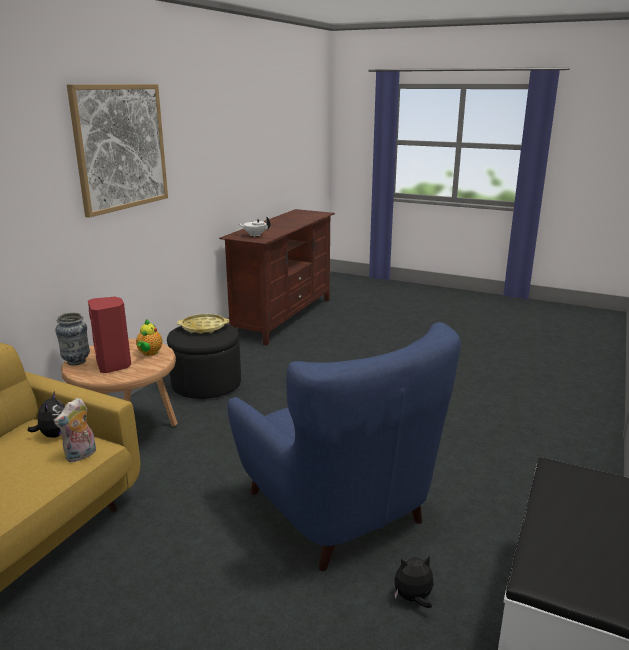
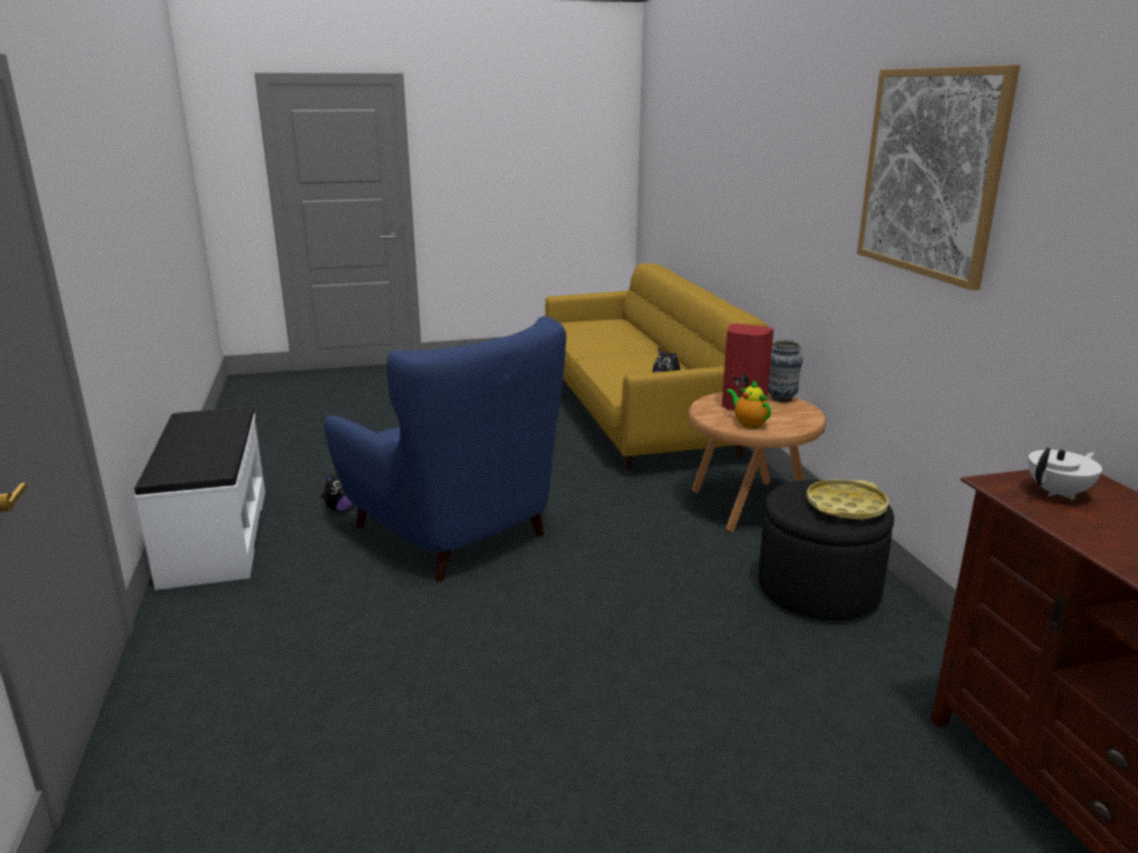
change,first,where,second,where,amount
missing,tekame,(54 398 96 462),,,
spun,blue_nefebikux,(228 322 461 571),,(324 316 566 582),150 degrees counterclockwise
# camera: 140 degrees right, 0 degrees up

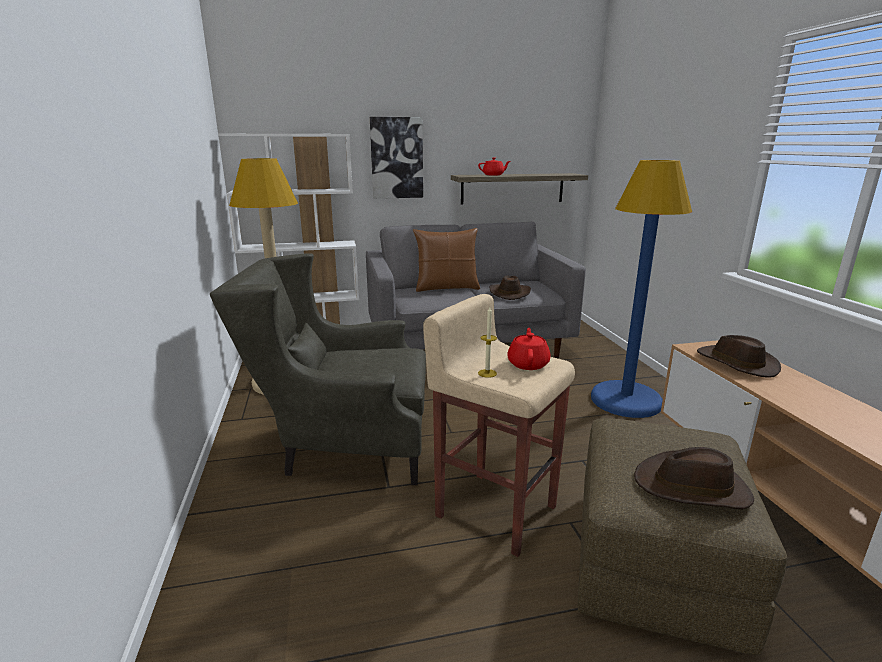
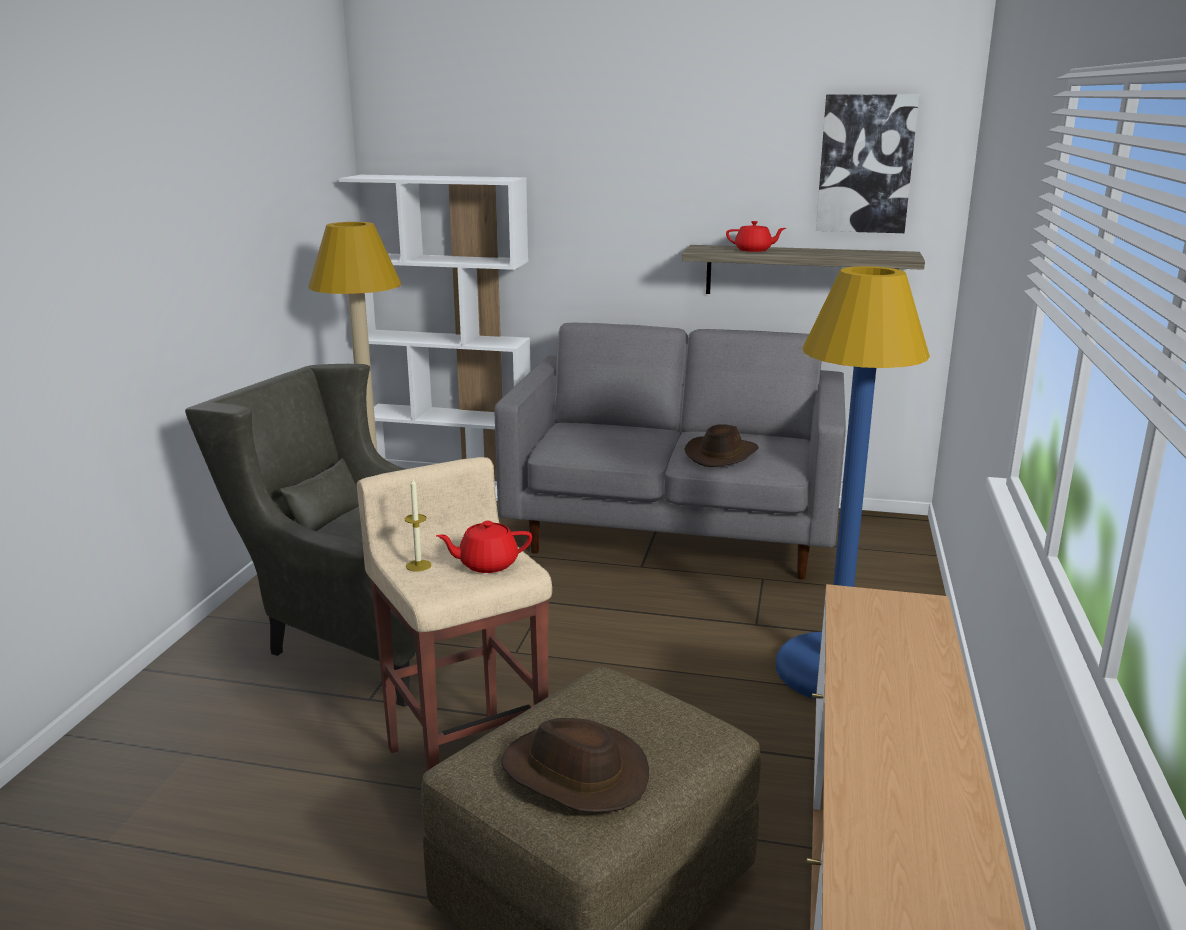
change,first,where,second,where,amount
relocated,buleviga,(370 117 423 199),,(816 94 919 233),
missing,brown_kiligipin,(413 228 480 292),,,
spun,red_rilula,(507 328 550 370),,(436 521 532 573),135 degrees counterclockwise
missing,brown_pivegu,(697 335 781 378),,,
# camera: 25 degrees right, 0 degrees up

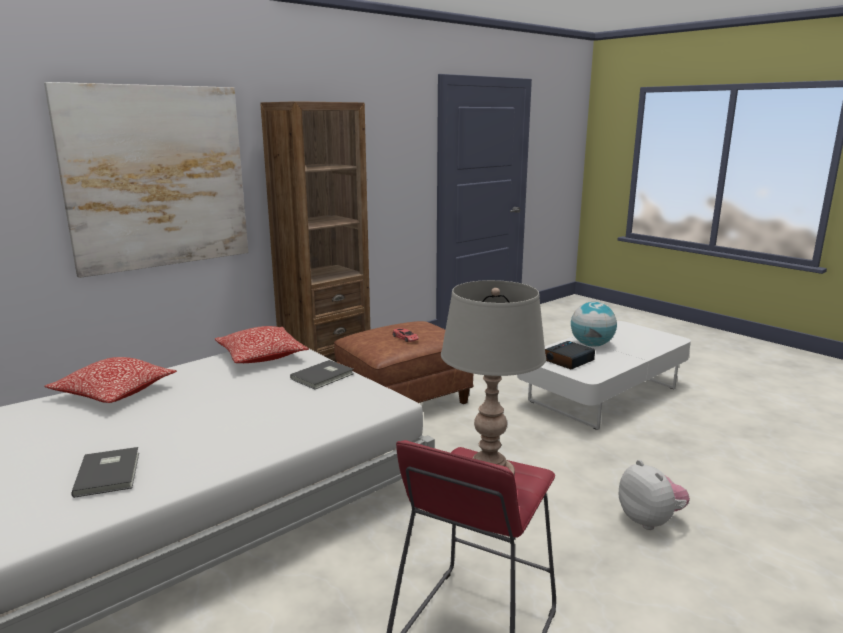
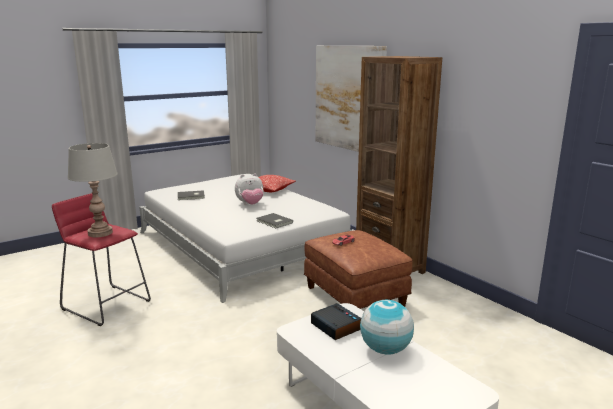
change,first,where,second,where,amount
missing,kiligipin,(215 326 309 363),,,
relocated,tekame,(619 460 690 530),,(235 174 264 204),
# camera: 95 degrees right, 0 degrees up

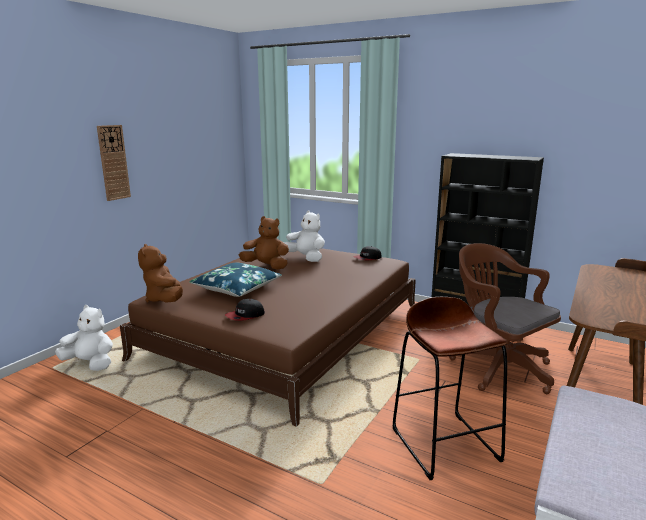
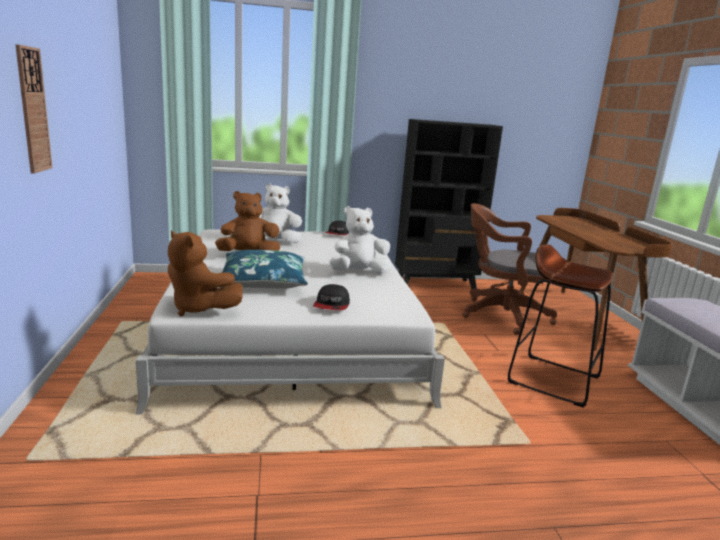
change,first,where,second,where,amount
relocated,white_tekame,(55 305 113 371),,(330 206 391 273),
colour,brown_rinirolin,(120 248 416 427),white_rinirolin,(135 229 445 415),
# camera: 40 degrees left, 0 degrees up

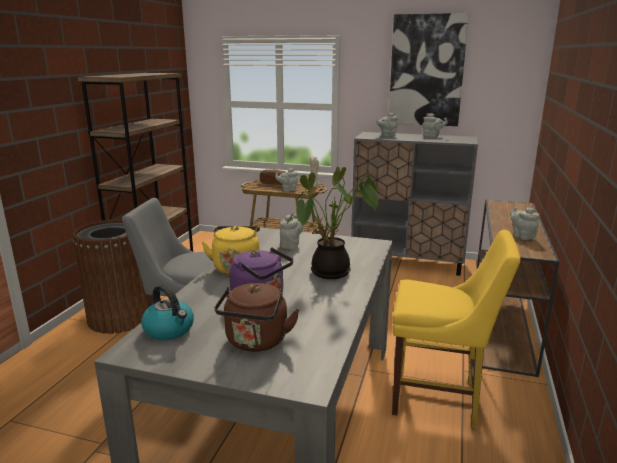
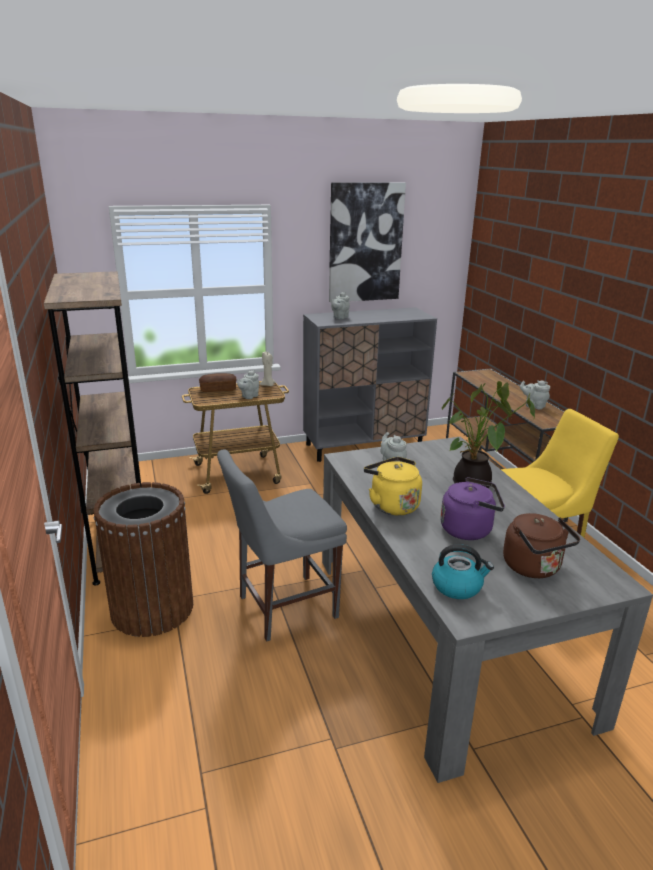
change,first,where,second,where,amount
missing,grey_rilula,(422 113 448 137),,,
# camera: 35 degrees left, 5 degrees up

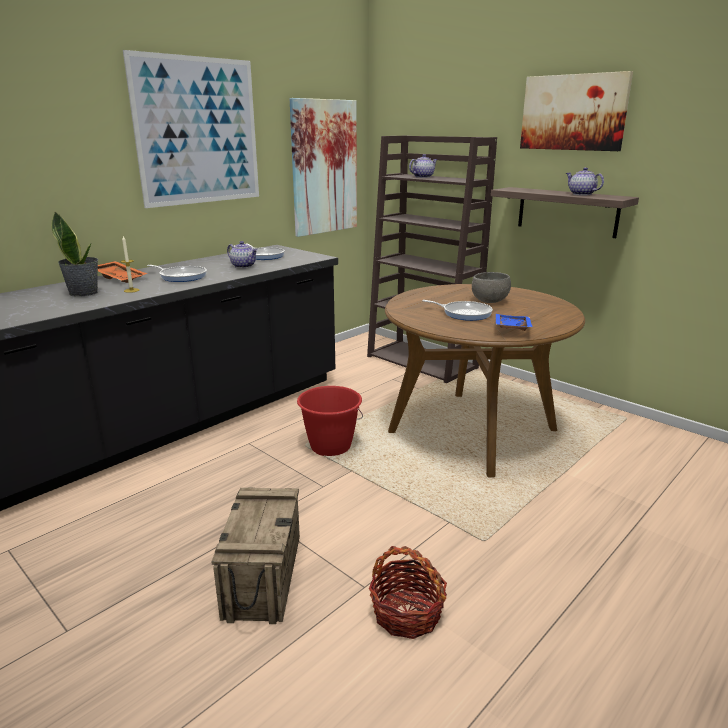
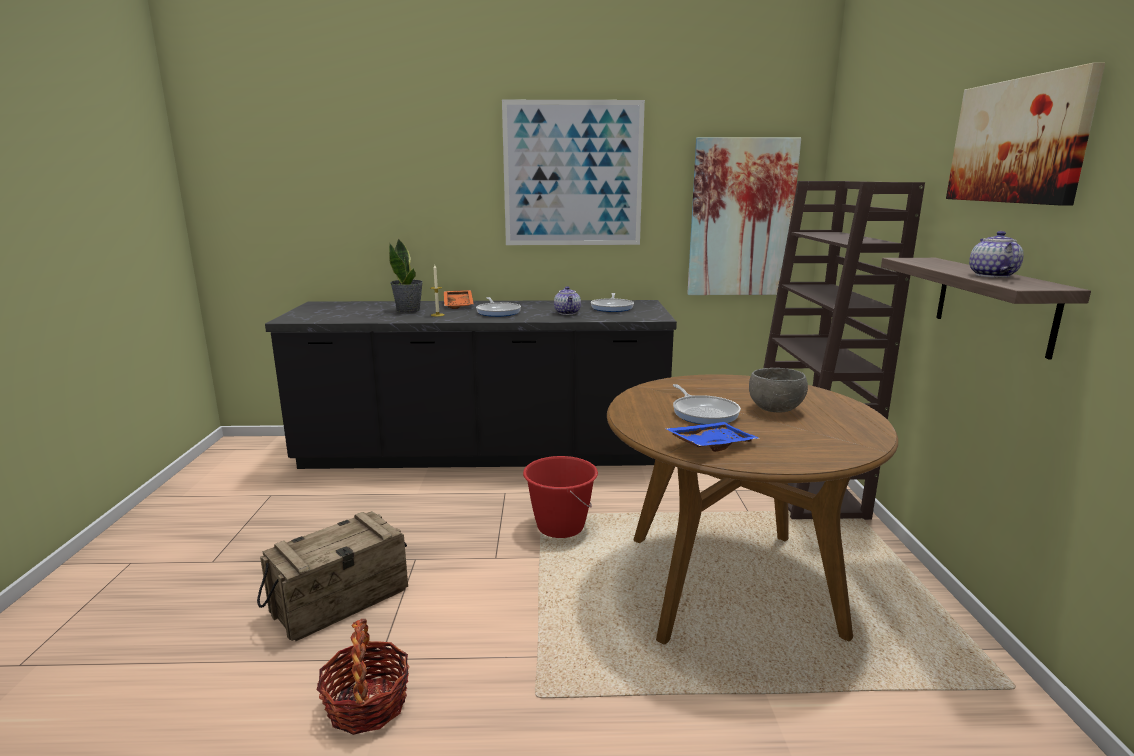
change,first,where,second,where,amount
missing,rilula,(409 154 437 178),,,
# camera: 45 degrees right, 5 degrees down

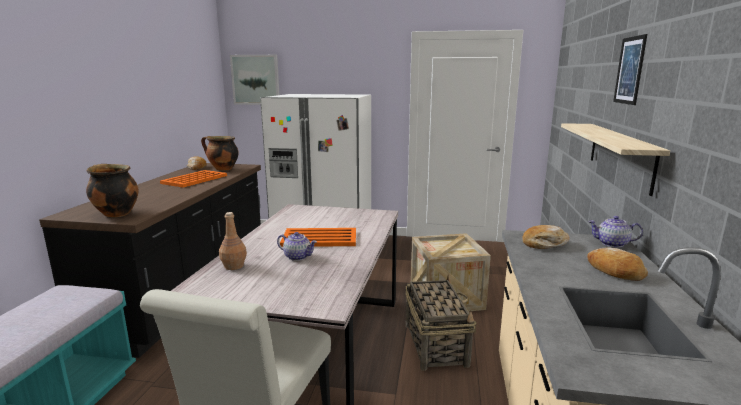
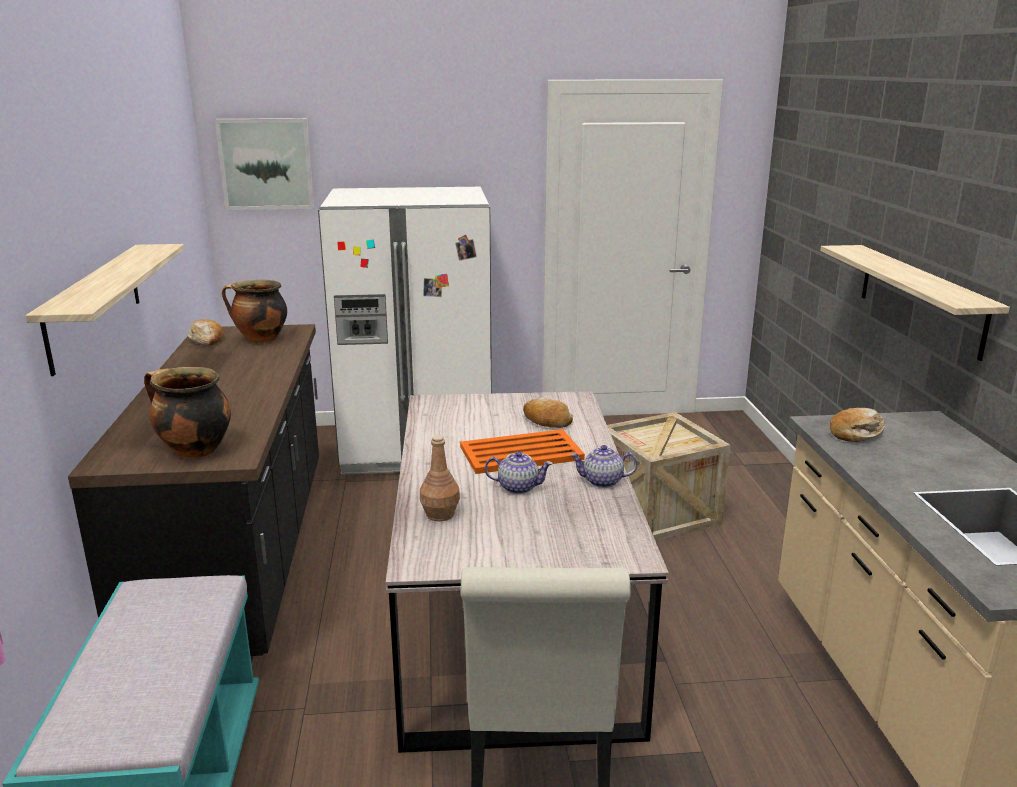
change,first,where,second,where,amount
missing,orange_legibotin,(160 170 227 188),,,
missing,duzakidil,(405 275 476 371),,,
relocated,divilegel,(587 247 648 281),,(523 397 573 428),
relocated,rilula,(588 216 643 248),,(570 445 638 488),
missing,buleviga,(613 34 647 105),,,
appeared,,,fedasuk,(25 244 184 376),
# camera: 15 degrees left, 5 degrees up

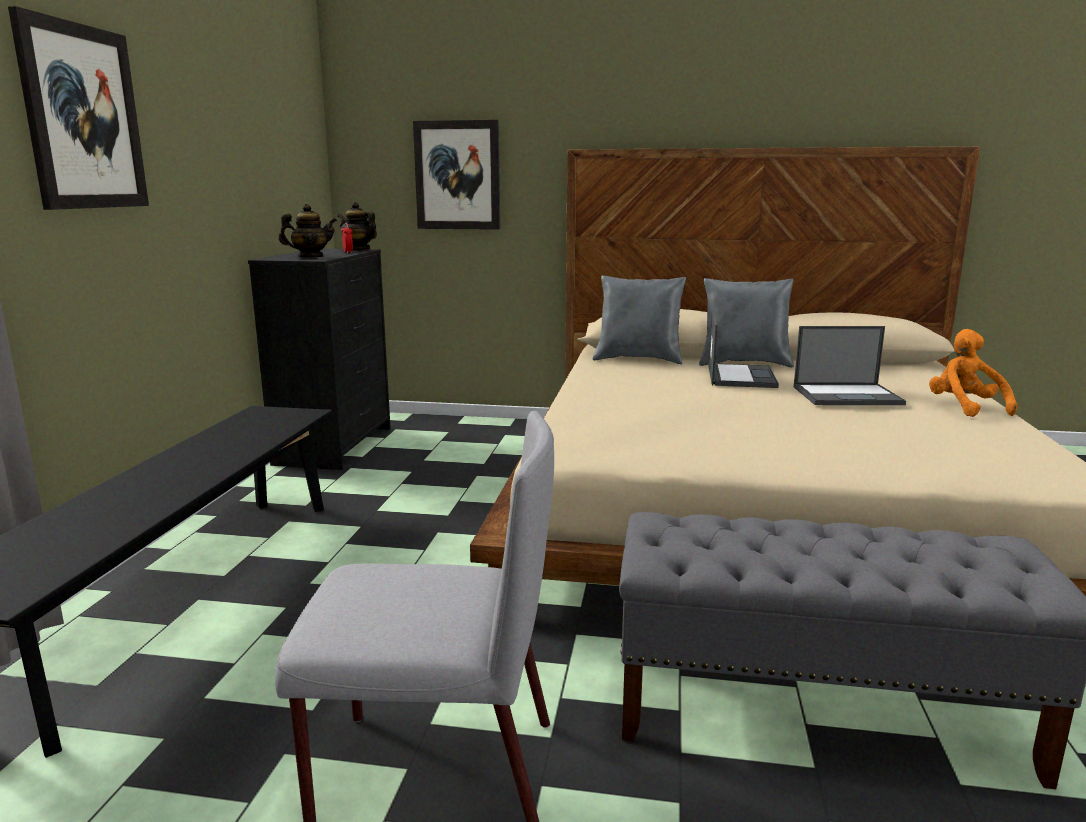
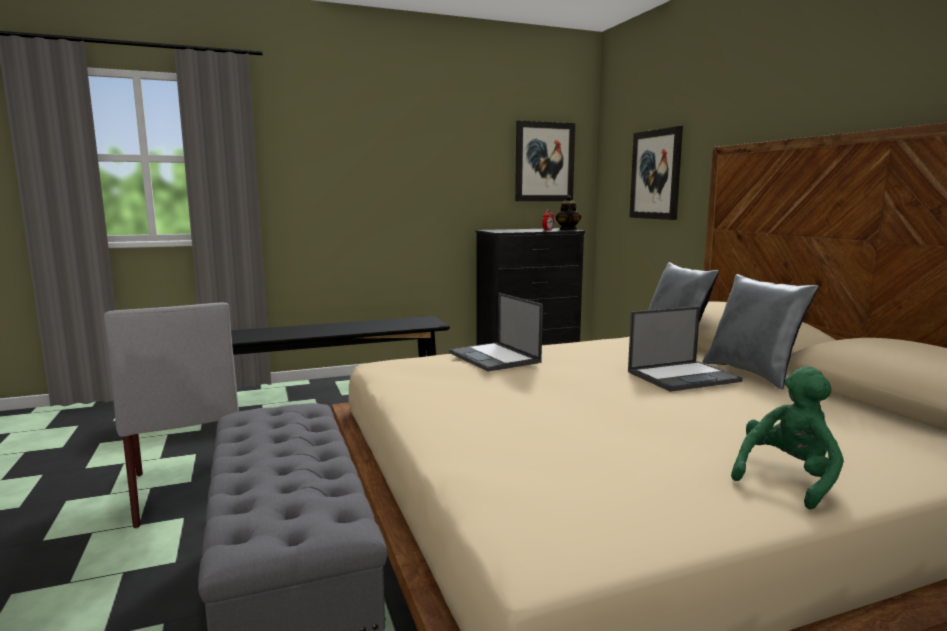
change,first,where,second,where,amount
relocated,buleviga,(8 6 149 210),,(515 120 575 201),
missing,rilula,(278 204 337 257),,,
relocated,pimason,(794 326 906 405),,(449 293 543 372),
colour,orange_tekame,(929 329 1018 417),green_tekame,(731 366 844 509),
# camera: 60 degrees right, 5 degrees down

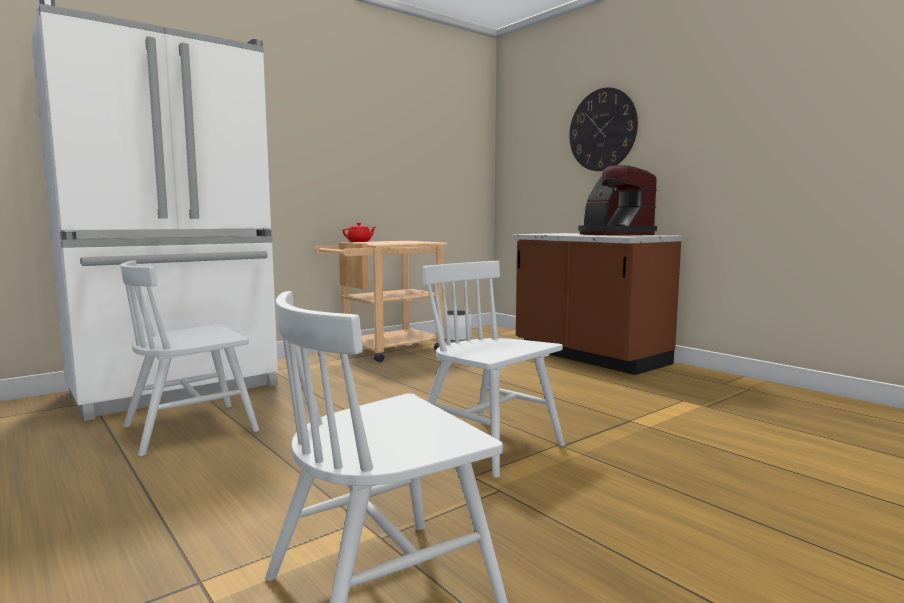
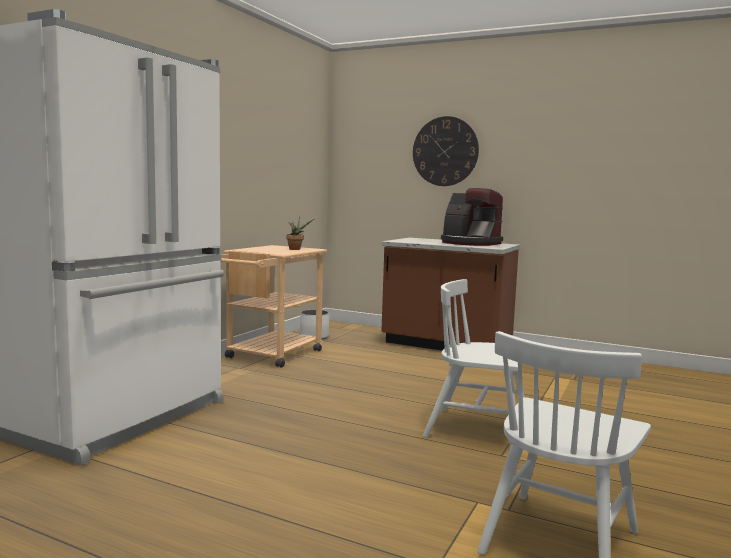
change,first,where,second,where,amount
missing,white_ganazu,(120 260 259 456),,,
missing,red_rilula,(343 223 376 242),,,
appeared,,,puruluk,(286 217 316 250),
# camera: 25 degrees left, 0 degrees up

